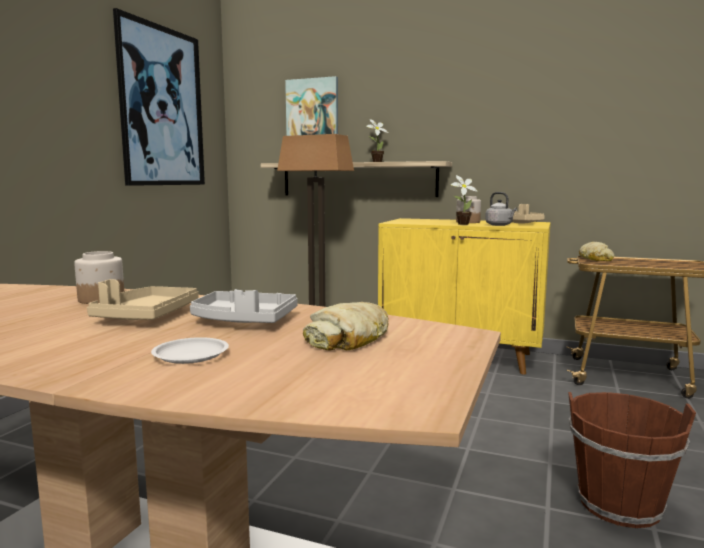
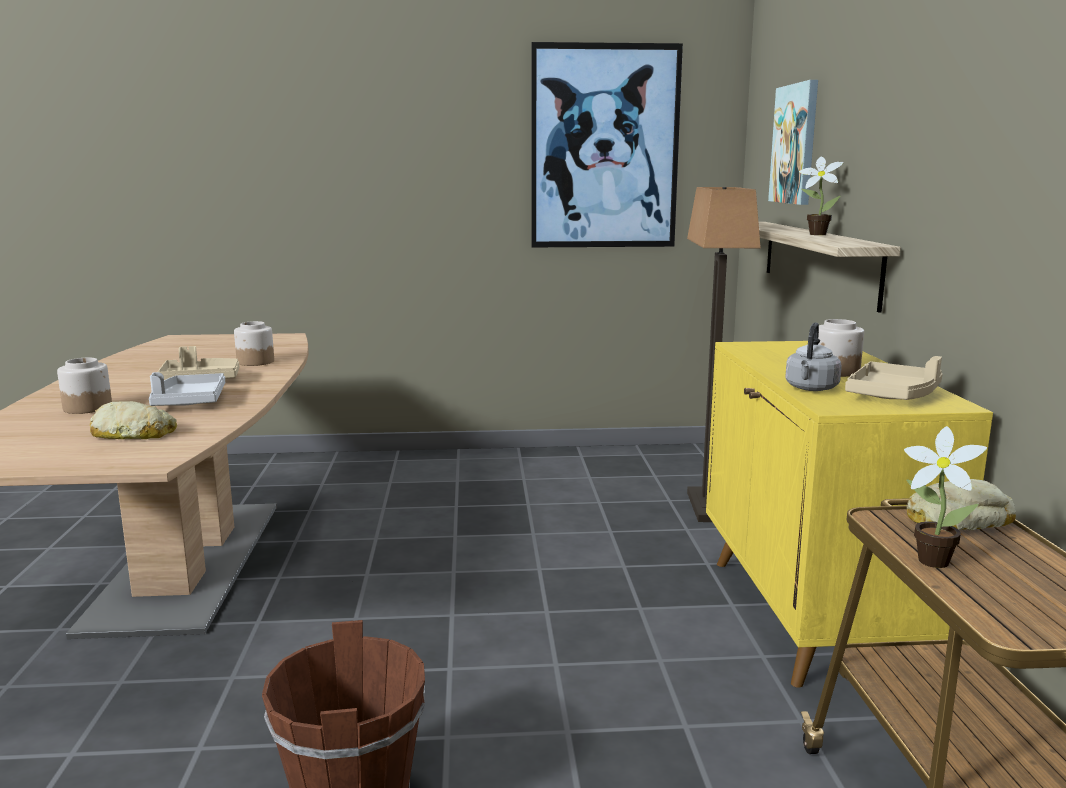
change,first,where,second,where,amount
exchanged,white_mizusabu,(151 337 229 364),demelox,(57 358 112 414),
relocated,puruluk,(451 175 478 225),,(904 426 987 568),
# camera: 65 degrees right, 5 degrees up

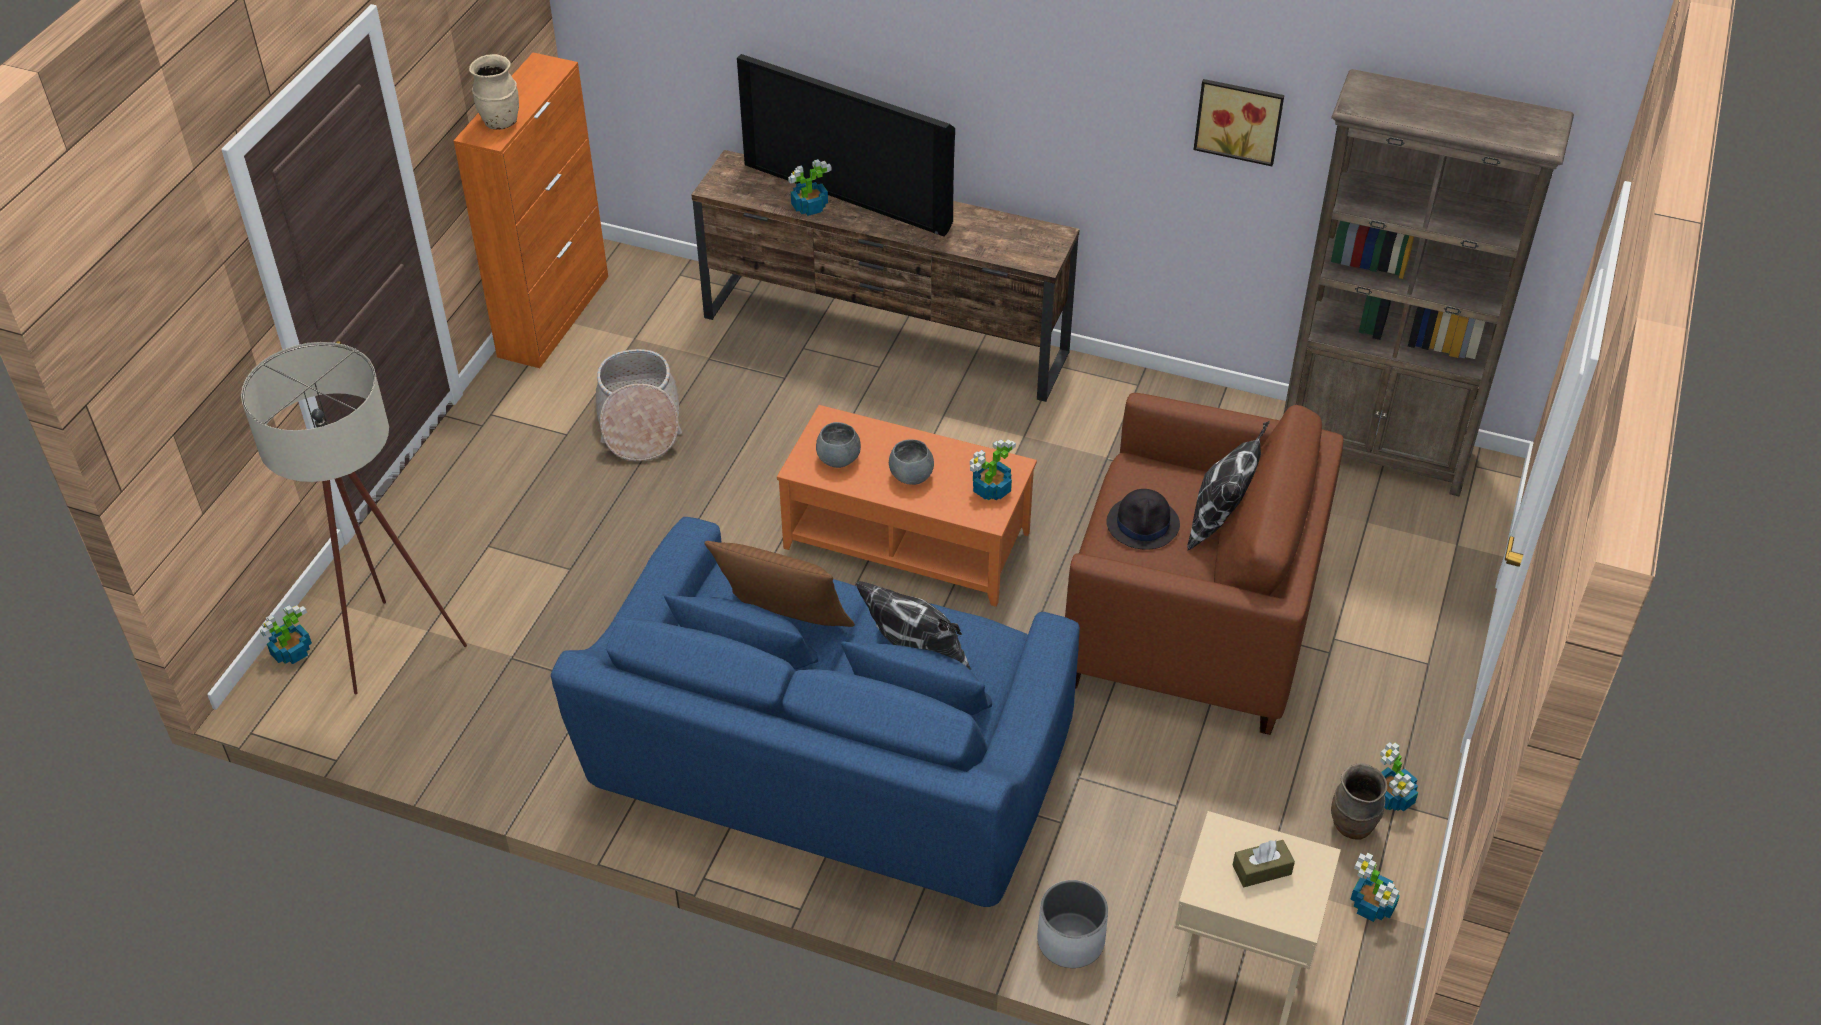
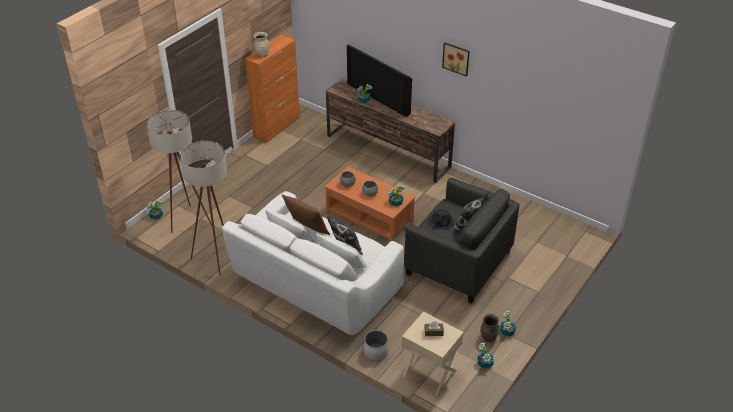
change,first,where,second,where,amount
colour,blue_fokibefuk,(551 517 1080 907),white_fokibefuk,(222 191 404 335),
missing,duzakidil,(596 349 682 461),,,
colour,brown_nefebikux,(1065 393 1343 735),grey_nefebikux,(404 178 520 304),
relocated,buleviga,(1193 79 1284 166),,(442 42 470 77),
missing,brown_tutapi,(1283 69 1574 497),,,
appeared,,,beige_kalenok,(180 141 227 276),
# camera: 15 degrees right, 5 degrees down

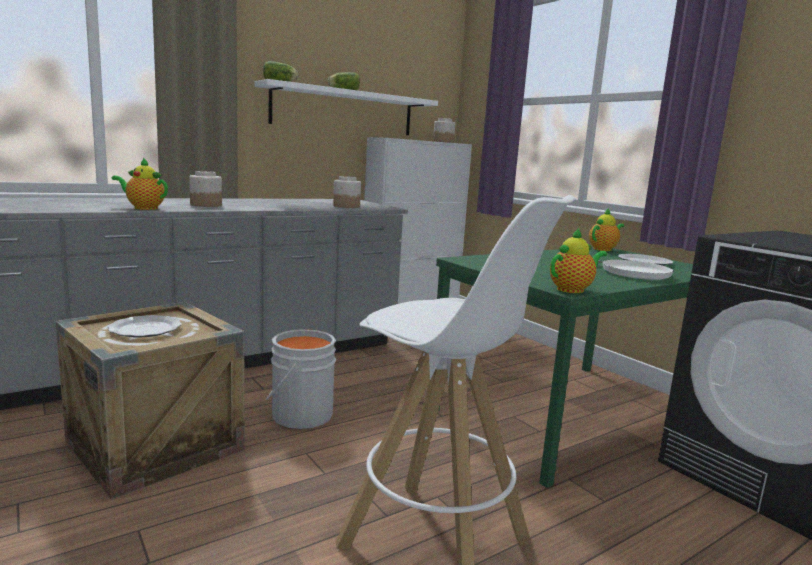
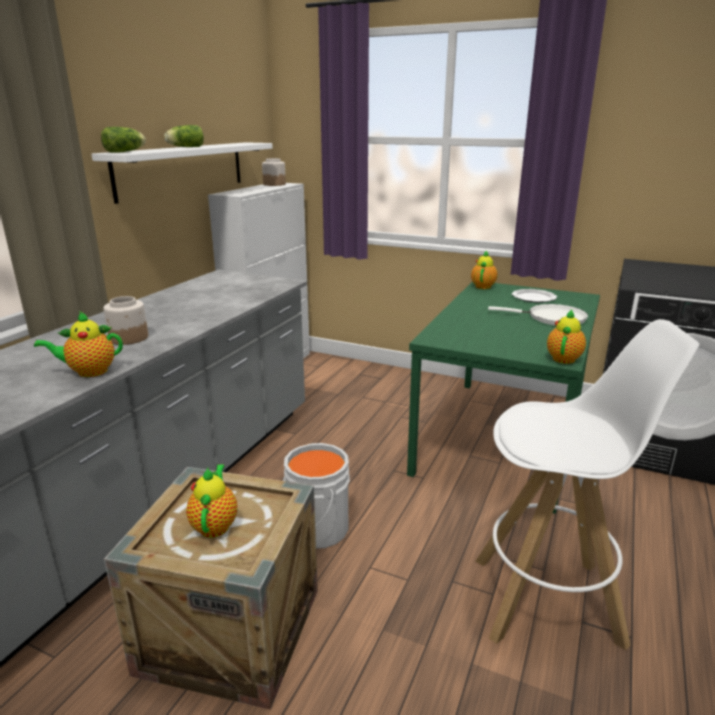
change,first,where,second,where,amount
exchanged,mizusabu,(108 315 182 337),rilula,(186 464 237 538),
missing,demelox,(333 176 361 208),,,
# camera: 30 degrees left, 10 degrees up

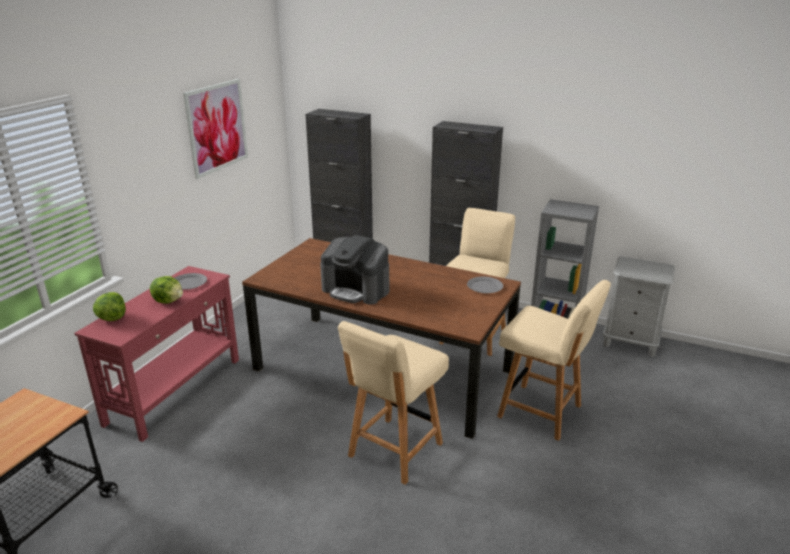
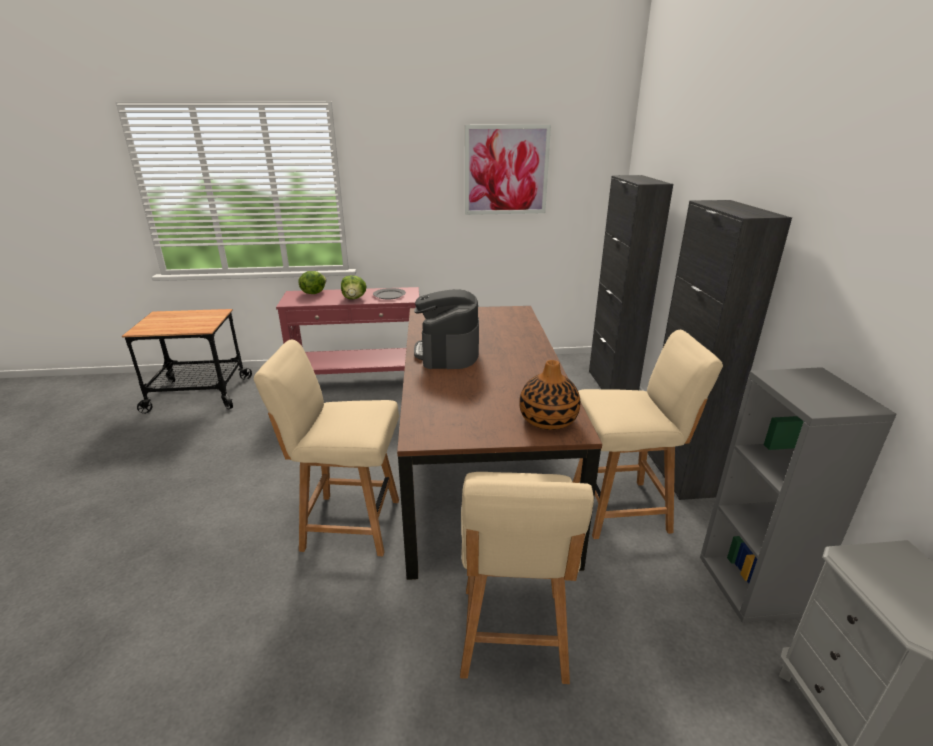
change,first,where,second,where,amount
exchanged,grey_mizusabu,(467 277 503 293),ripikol,(519 360 580 430),
# camera: 60 degrees right, 0 degrees up

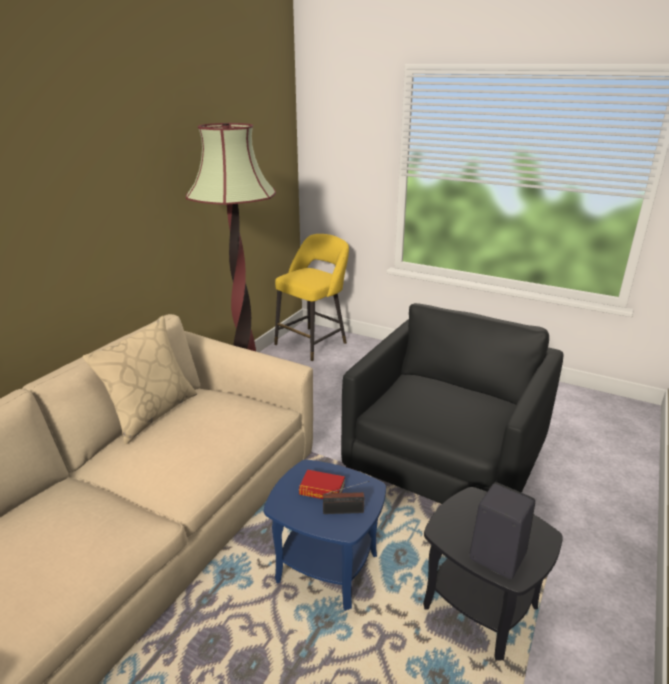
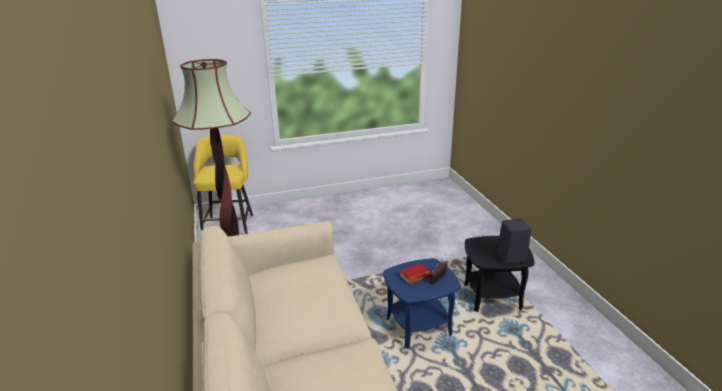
change,first,where,second,where,amount
missing,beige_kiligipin,(83 316 197 445),,,
missing,black_nefebikux,(341 303 563 504),,,
# camera: 45 degrees left, 0 degrees up

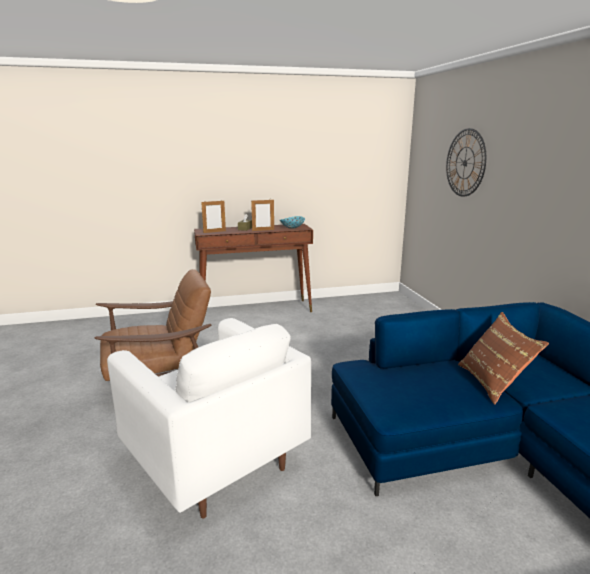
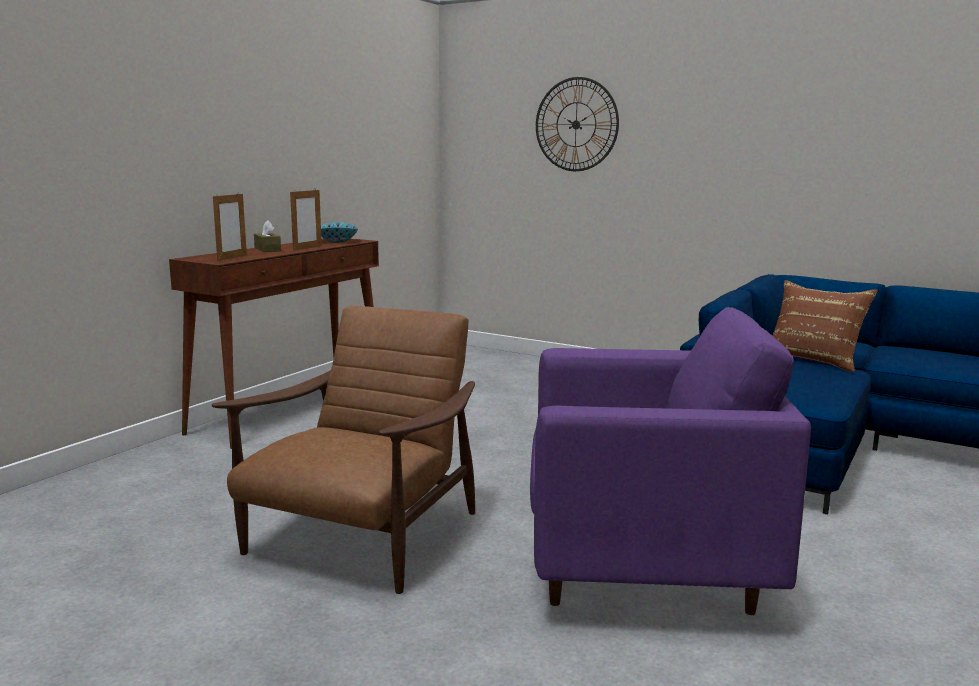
change,first,where,second,where,amount
colour,white_nefebikux,(107 318 311 518),purple_nefebikux,(530 307 811 615),
# camera: 45 degrees left, 5 degrees down

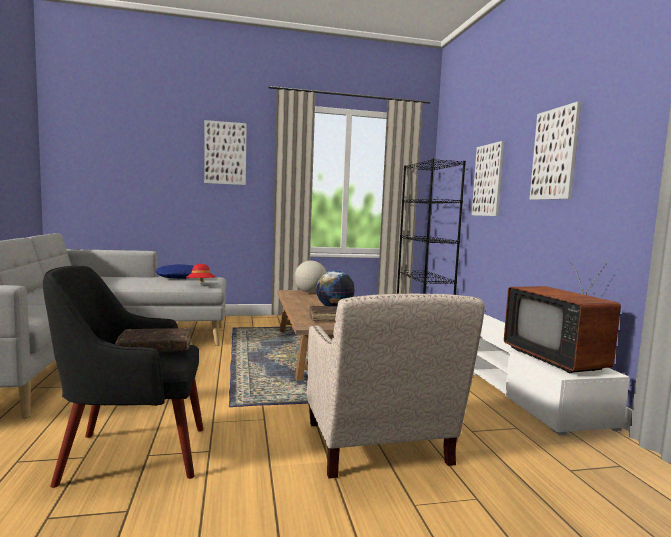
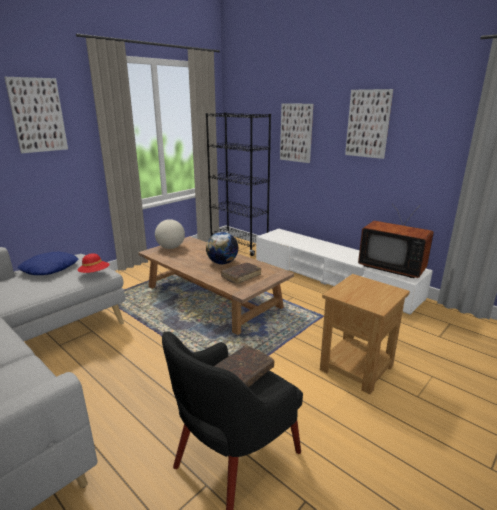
change,first,where,second,where,amount
exchanged,beige_nefebikux,(307 294 485 479),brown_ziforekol,(320 274 410 394),
# camera: 35 degrees left, 15 degrees up

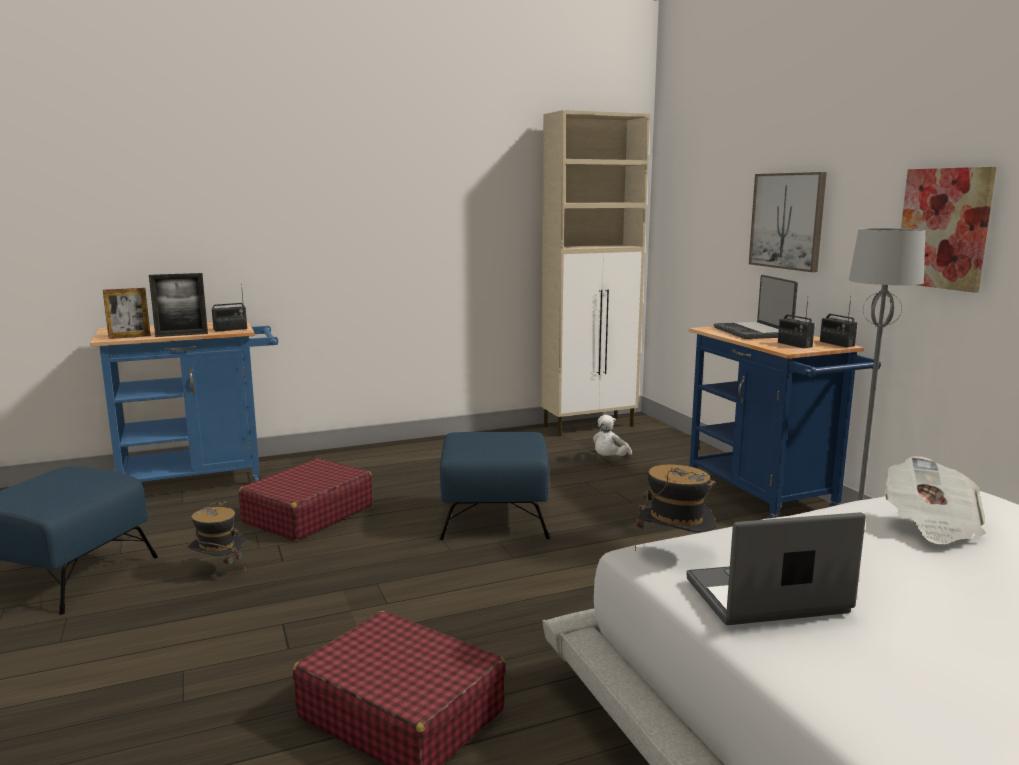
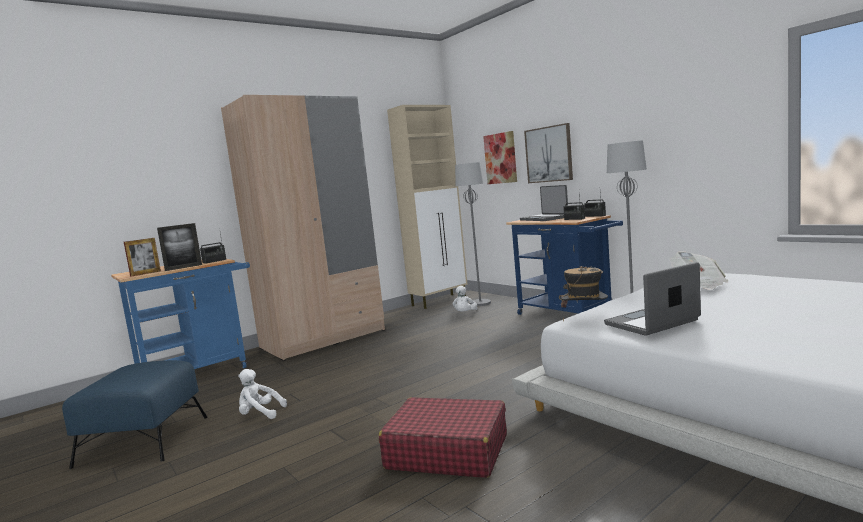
change,first,where,second,where,amount
exchanged,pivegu,(188 501 246 572),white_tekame,(238 369 287 419),
missing,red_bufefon,(239 458 373 541),,,
missing,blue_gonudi,(439 432 550 540),,,
relocated,buleviga,(901 167 996 293),,(483 131 517 184),
appeared,,,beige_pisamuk,(221 95 385 361),
appeared,,,grey_kalenok,(455 162 491 306),
# camera: 15 degrees left, 5 degrees down

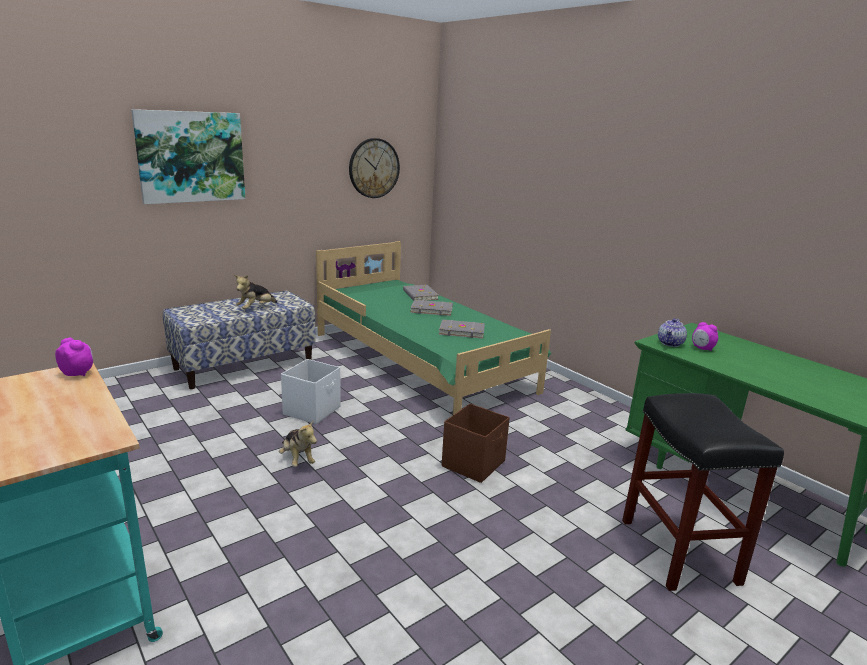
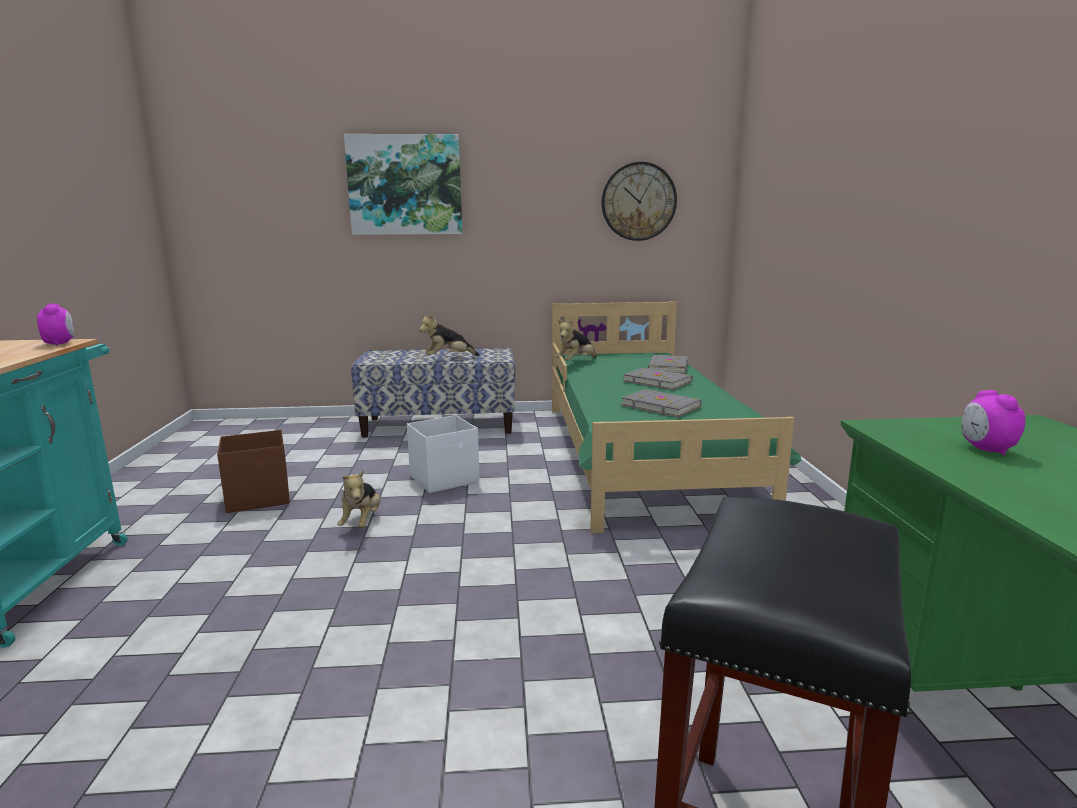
change,first,where,second,where,amount
relocated,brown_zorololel,(442 404 510 483),,(217 430 290 513),
missing,rilula,(658 319 687 347),,,
appeared,,,tekame,(555 319 597 361),
# camera: 35 degrees right, 5 degrees down

